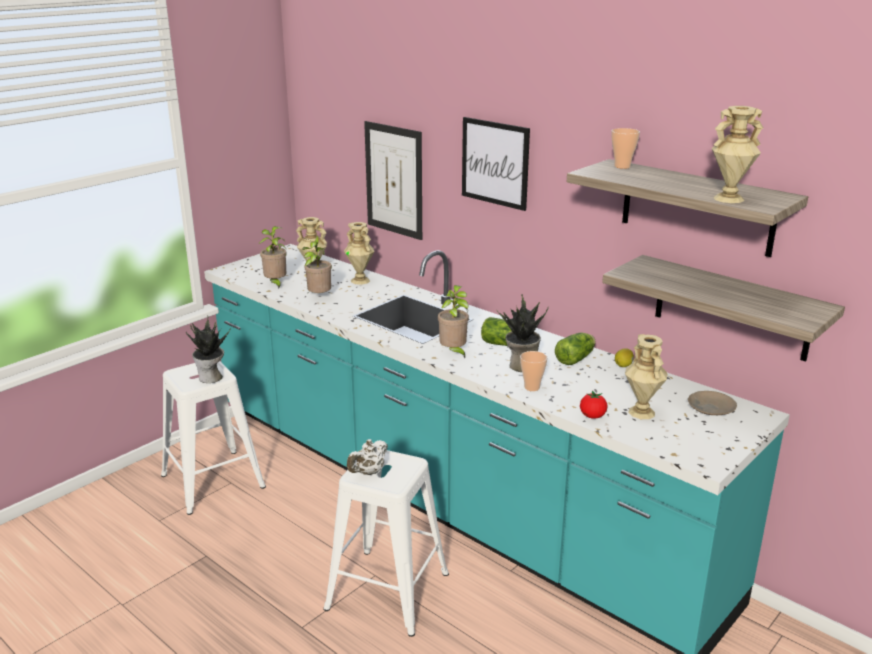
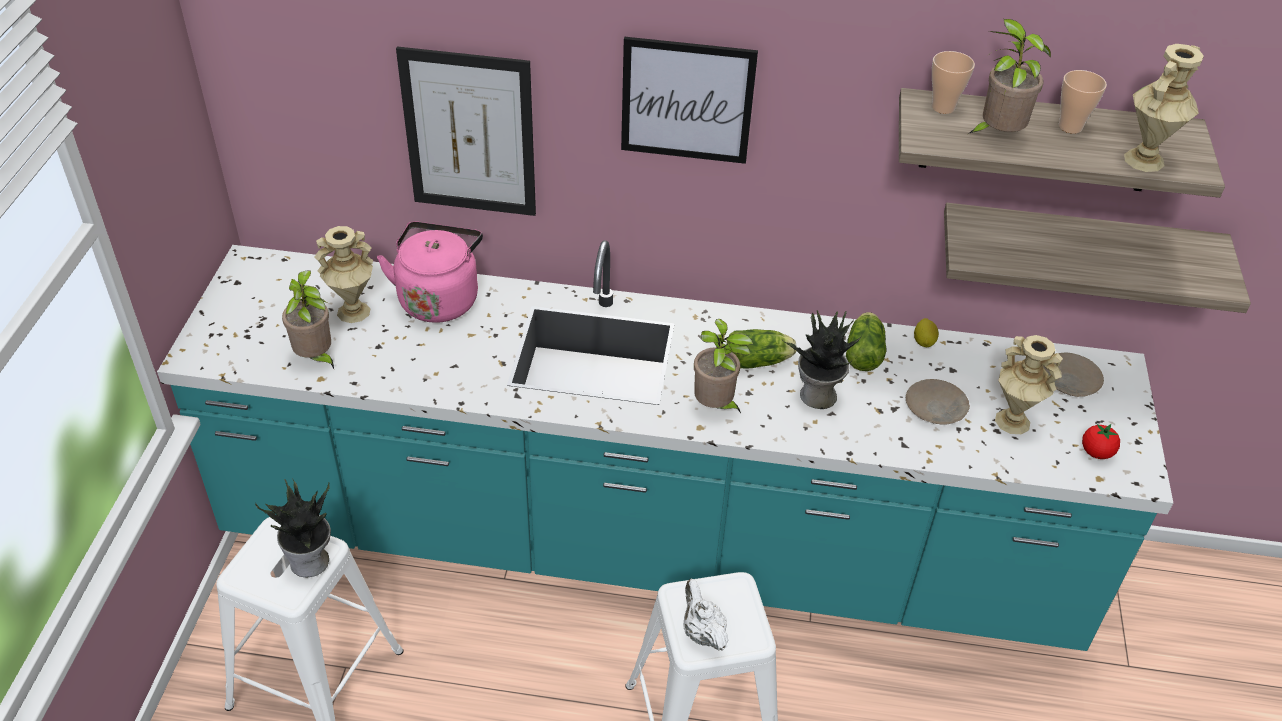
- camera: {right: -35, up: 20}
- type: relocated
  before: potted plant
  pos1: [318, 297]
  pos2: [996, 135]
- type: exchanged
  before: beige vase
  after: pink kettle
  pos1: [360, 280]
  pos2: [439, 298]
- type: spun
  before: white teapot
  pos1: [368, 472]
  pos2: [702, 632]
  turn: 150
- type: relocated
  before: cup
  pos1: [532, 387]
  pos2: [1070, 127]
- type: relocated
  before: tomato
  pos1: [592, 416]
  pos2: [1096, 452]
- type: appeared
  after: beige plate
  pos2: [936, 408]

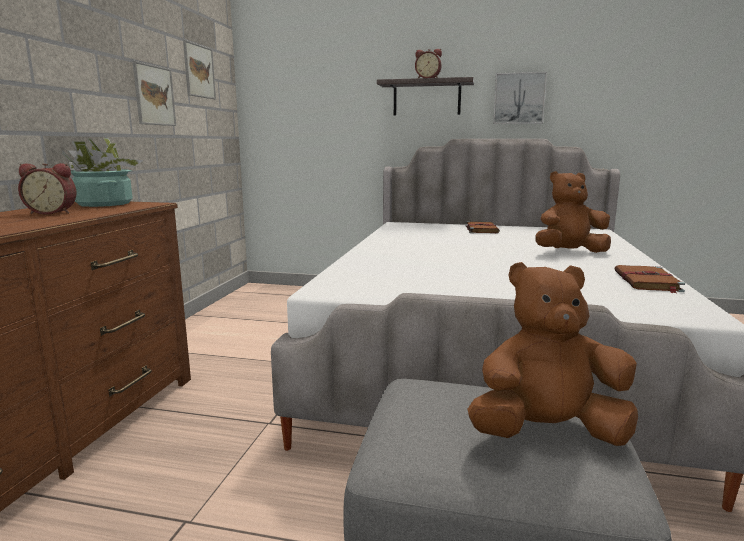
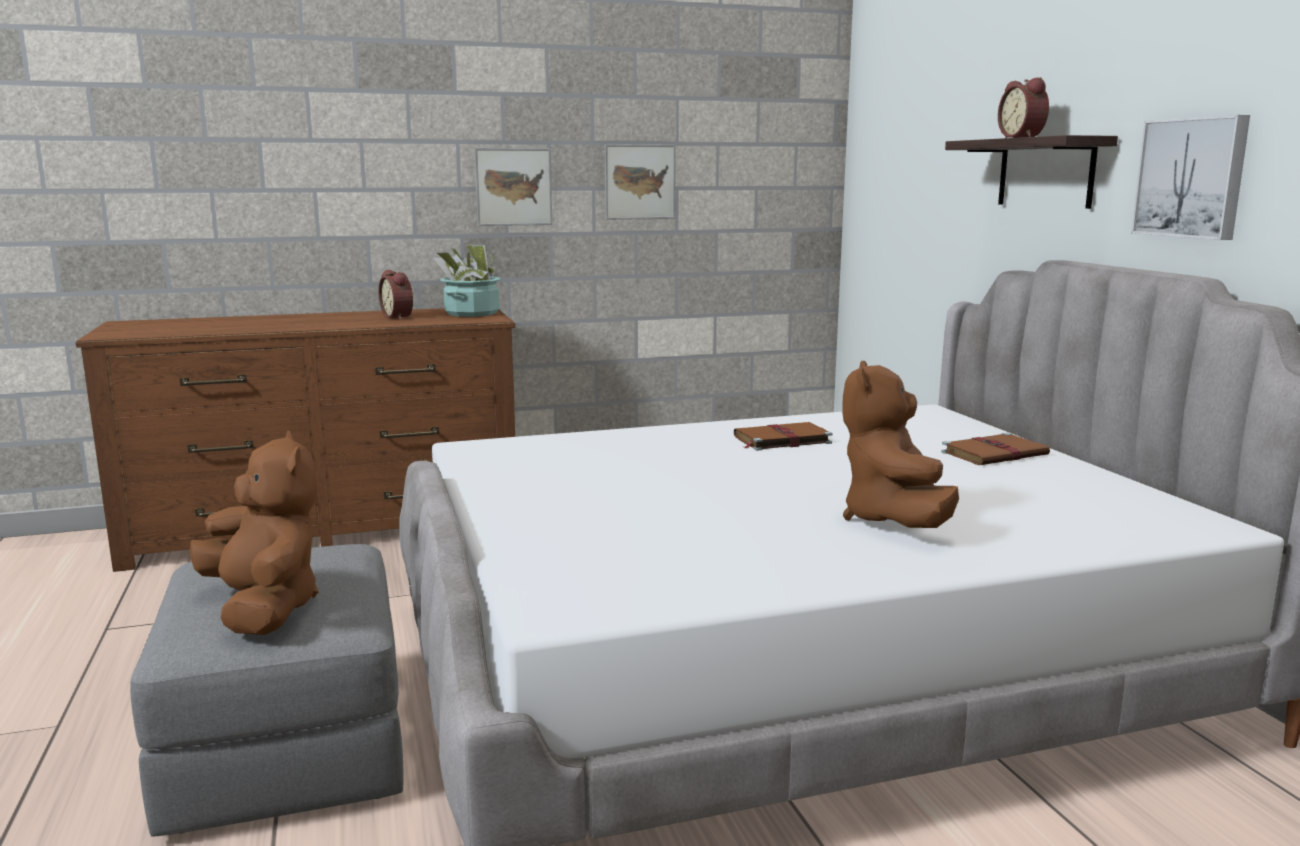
- camera: {right: 60, up: 0}
- type: relocated
  before: picture
  pos1: [199, 71]
  pos2: [513, 187]
- type: spun
  before: brown plush toy
  pos1: [569, 252]
  pos2: [893, 521]
  turn: -135
- type: relocated
  before: brown book
  pos1: [647, 281]
  pos2: [780, 440]

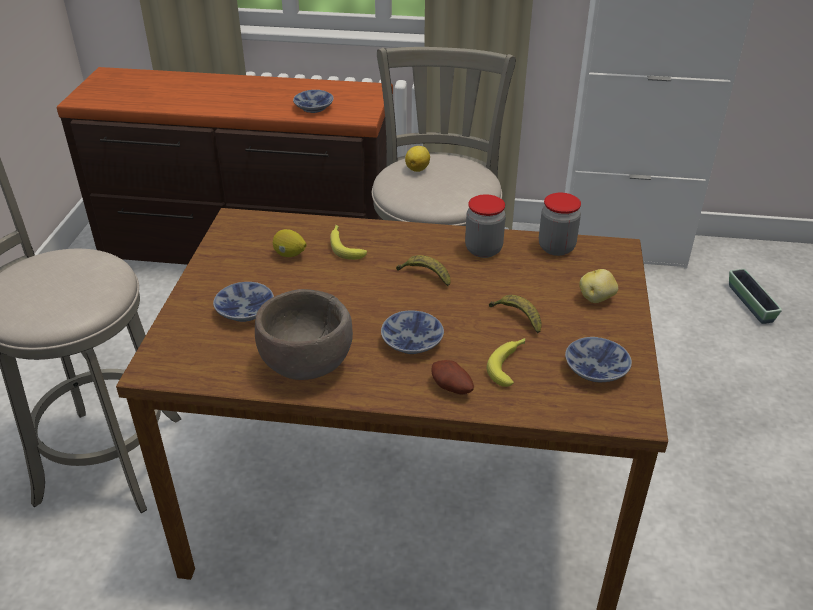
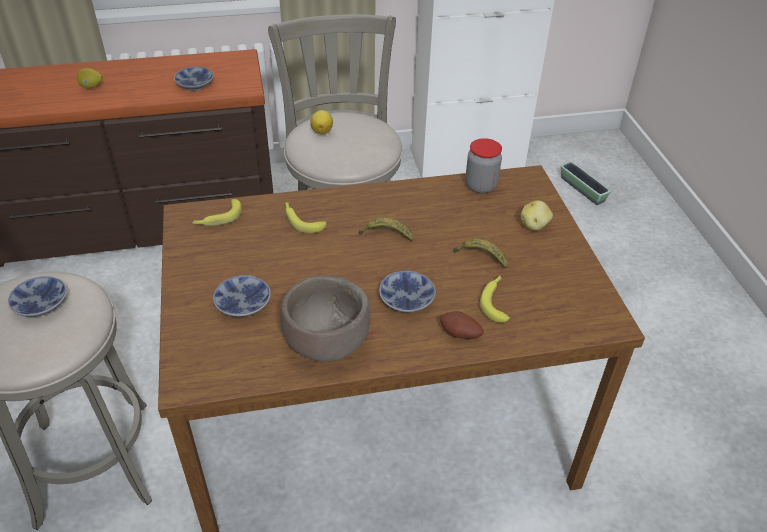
- camera: {right: -20, up: 5}
- type: relocated
  before: lemon
  pos1: [289, 255]
  pos2: [91, 87]
- type: missing
  before: jar
  pos1: [483, 250]
- type: relocated
  before: bowl
  pos1: [598, 371]
  pos2: [43, 305]
- type: appeared
  after: banana
  pos2: [218, 218]

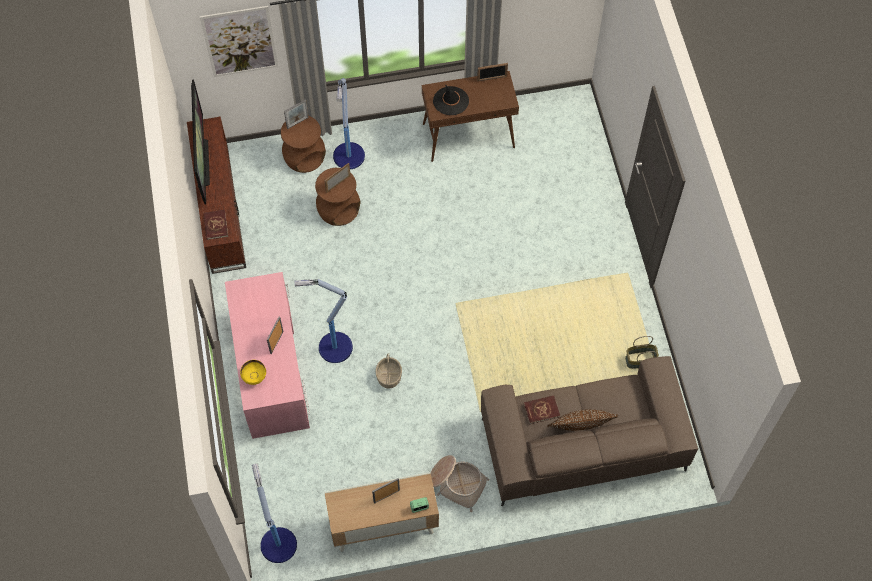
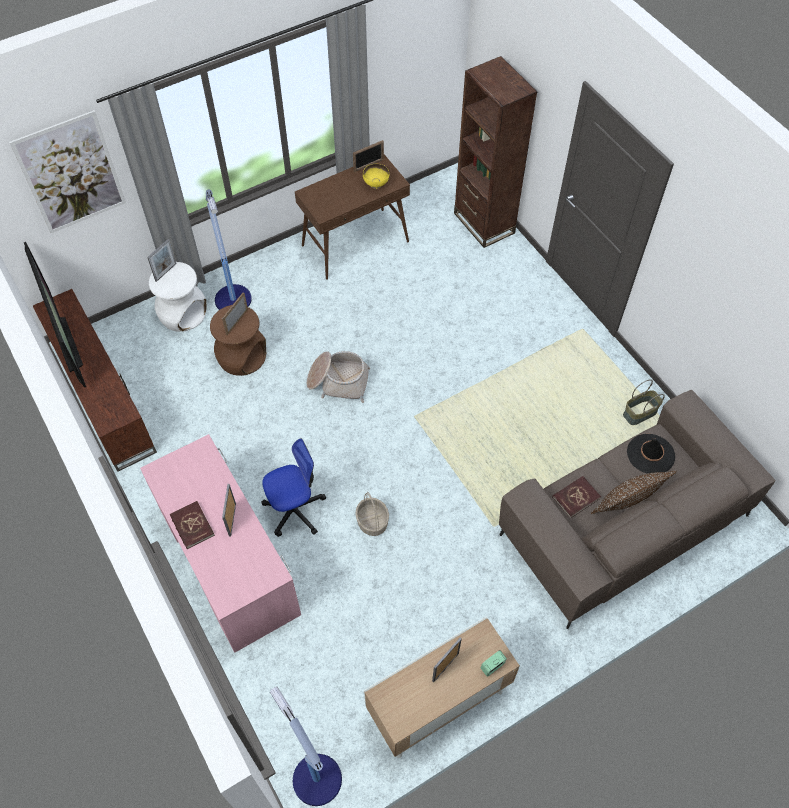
- camera: {right: -20, up: -5}
- type: relocated
  before: red book
  pos1: [215, 225]
  pos2: [192, 526]
- type: relocated
  before: yellow bowl
  pos1: [254, 377]
  pos2: [376, 184]
- type: colour
  before: brown stool
  after: white stool
  pos1: [304, 156]
  pos2: [182, 313]
- type: exchanged
  before: floor lamp
  after: office chair
  pos1: [334, 347]
  pos2: [294, 509]
- type: relocated
  before: basket
  pos1: [456, 483]
  pos2: [338, 381]
- type: relocated
  before: black hat
  pos1: [451, 101]
  pos2: [650, 454]
- type: appeared
  after: brown bookcase
  pos2: [484, 223]

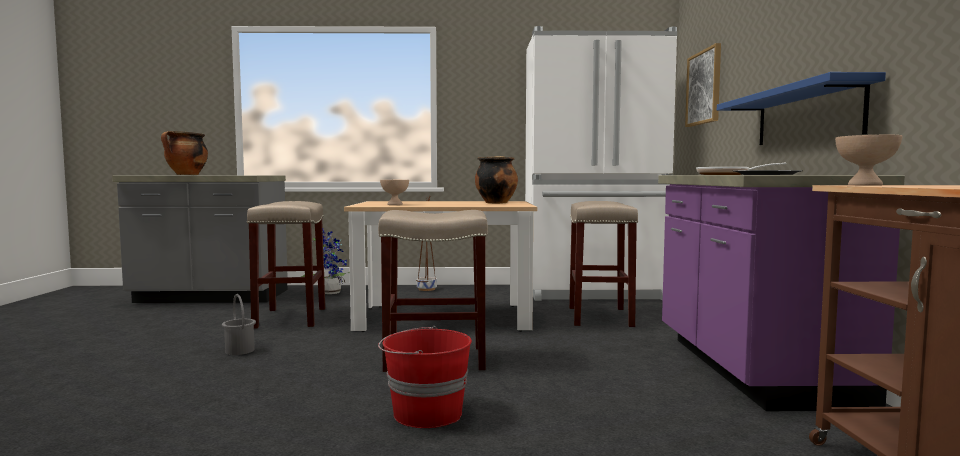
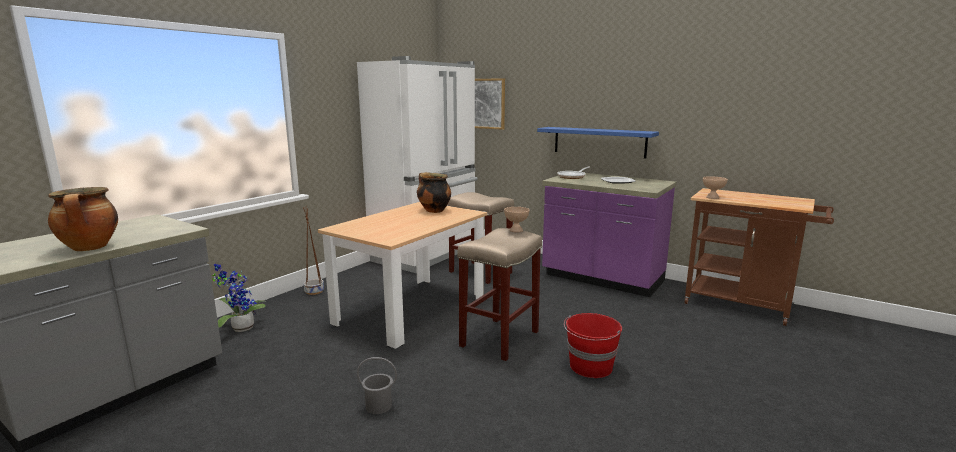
- camera: {right: -55, up: 10}
- type: missing
  before: beige stool
  pos1: [290, 317]
- type: relocated
  before: beige bowl
  pos1: [395, 204]
  pos2: [516, 230]

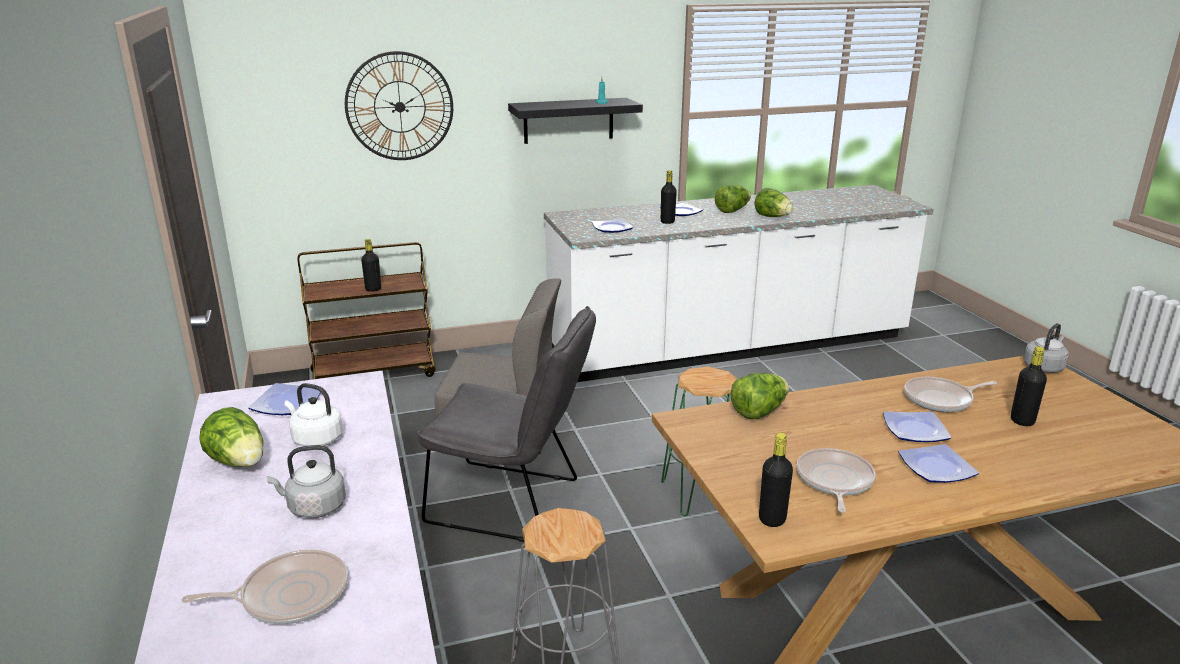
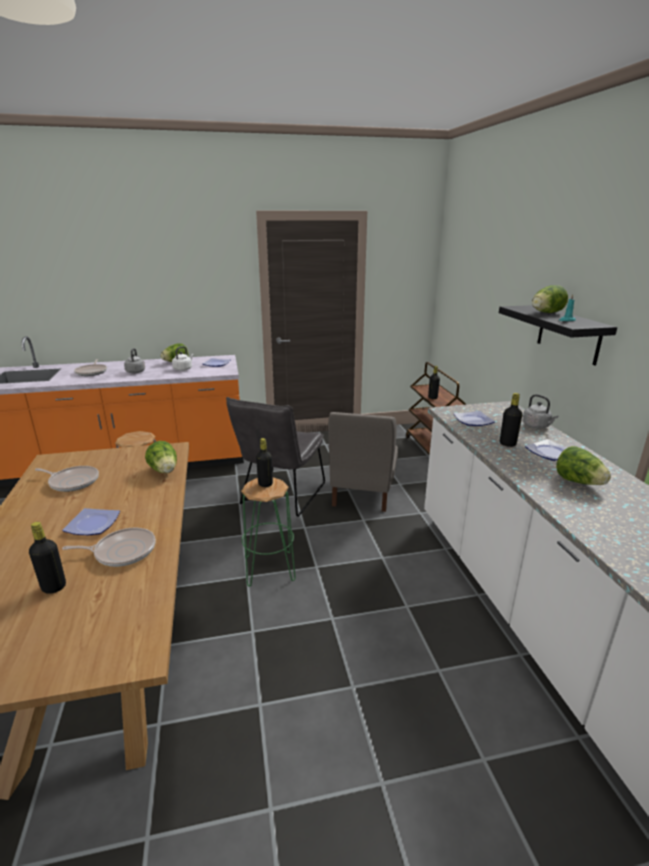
- camera: {right: 95, up: 0}
- type: missing
  before: wall clock
  pos1: [399, 107]
- type: relocated
  before: lettuce
  pos1: [772, 217]
  pos2: [546, 313]
- type: relocated
  before: black bottle
  pos1: [772, 519]
  pos2: [265, 484]
- type: missing
  before: plate
  pos1: [934, 467]
- type: spun
  before: frying pan
  pos1: [941, 399]
  pos2: [122, 551]
  turn: 90
- type: relocated
  before: grey kettle
  pos1: [1044, 367]
  pos2: [537, 426]

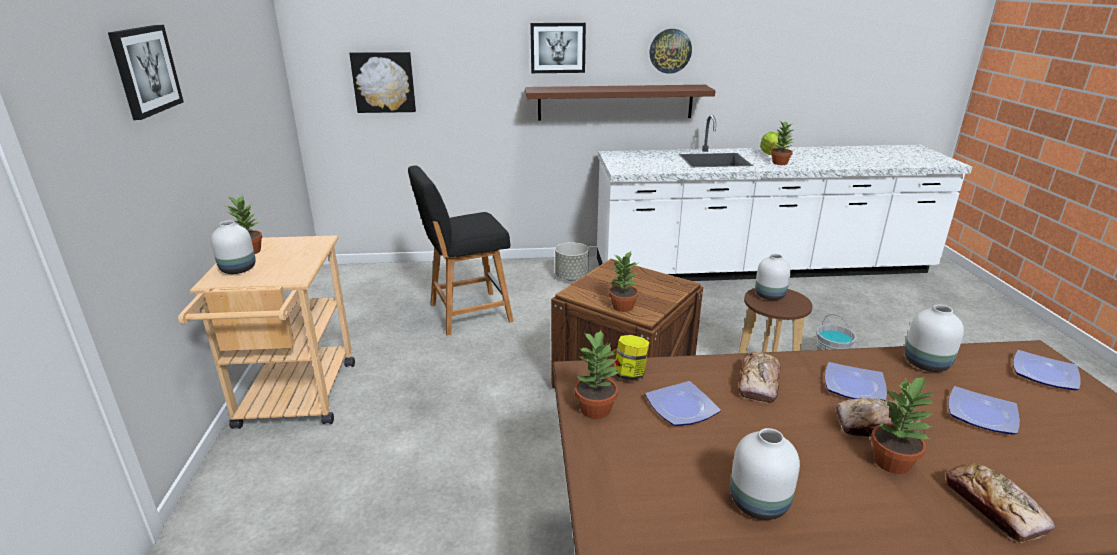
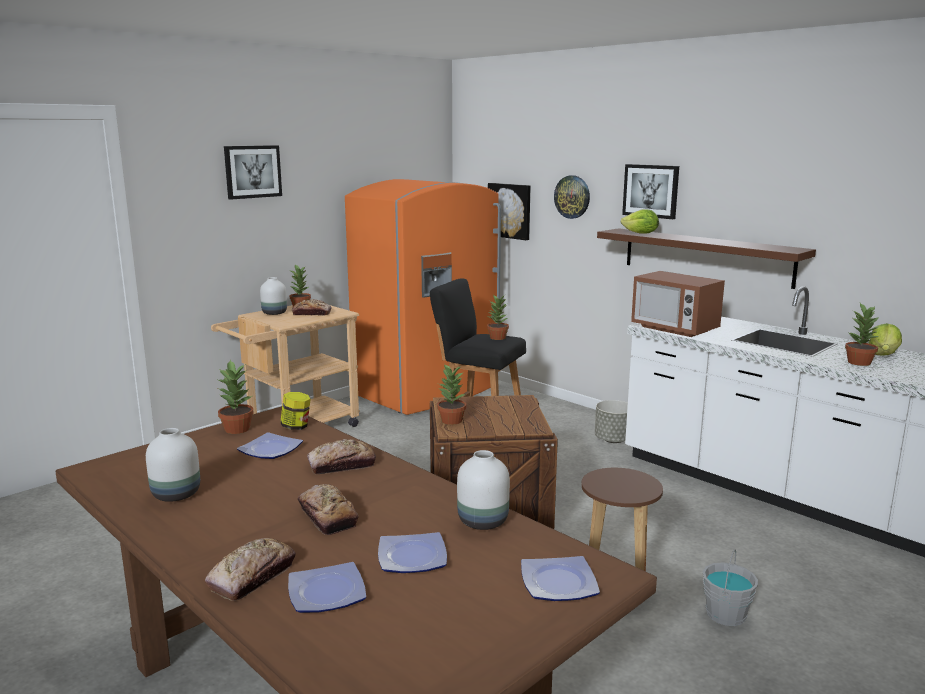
- camera: {right: 50, up: -10}
- type: relocated
  before: wall clock
  pos1: [670, 51]
  pos2: [572, 197]
- type: missing
  before: white vase
  pos1: [770, 295]
- type: relocated
  before: plate
  pos1: [853, 385]
  pos2: [328, 592]
- type: relocated
  before: potted plant
  pos1: [893, 462]
  pos2: [498, 338]
- type: appeared
  after: bread
  pos2: [312, 313]
- type: appeared
  after: orange fridge
  pos2: [427, 392]
- type: appeared
  after: lettuce
  pos2: [640, 233]
- type: appeared
  after: microwave
  pos2: [674, 329]

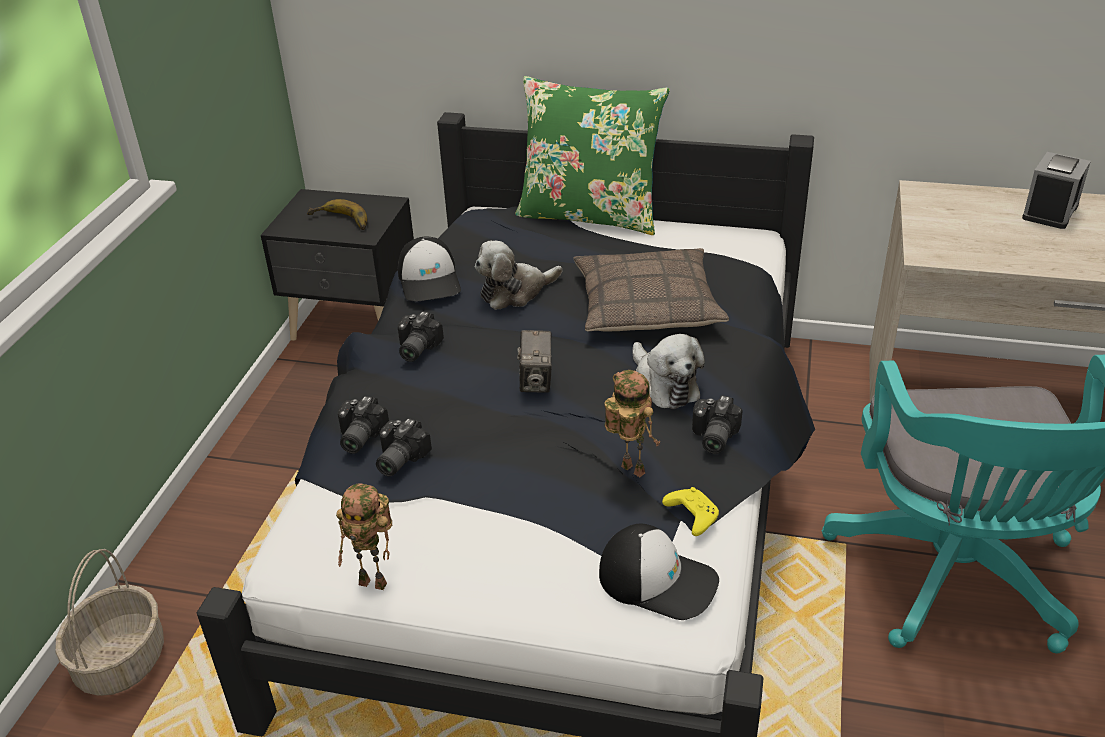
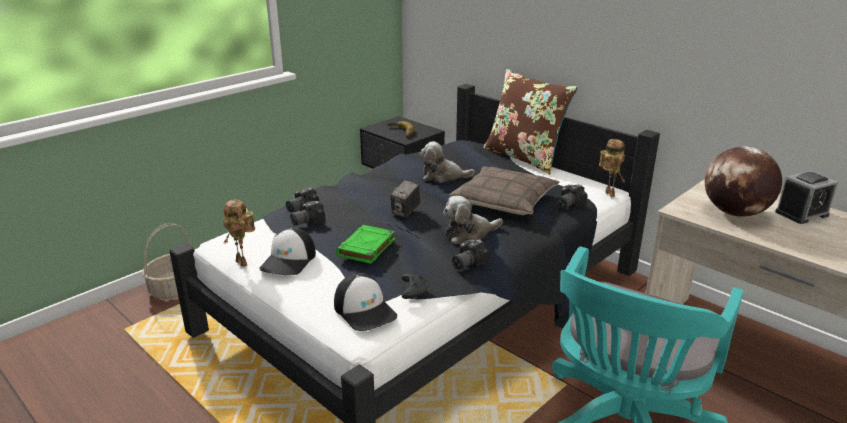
- camera: {right: 30, up: -10}
- type: relocated
  before: cap
  pos1: [430, 281]
  pos2: [289, 260]
- type: relocated
  before: photo camera
  pos1: [415, 349]
  pos2: [567, 204]
- type: colour
  before: green pillow
  after: brown pillow
  pos1: [589, 215]
  pos2: [524, 158]
- type: relocated
  before: toy robot
  pos1: [629, 470]
  pos2: [608, 194]
- type: spun
  before: plush toy
  pos1: [663, 385]
  pos2: [469, 234]
  turn: 60
- type: colour
  before: yellow game controller
  after: black game controller
  pos1: [691, 516]
  pos2: [413, 291]
- type: appeared
  after: green book
  pos2: [366, 248]
- type: appeared
  after: globe
  pos2: [735, 213]

